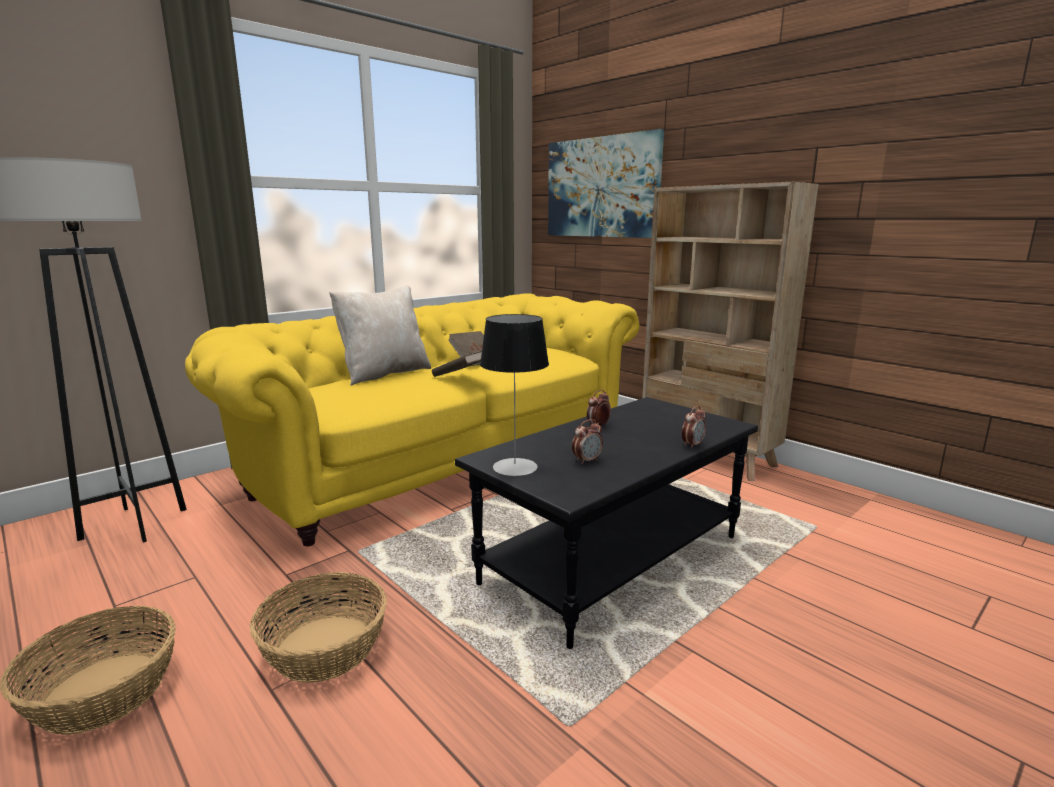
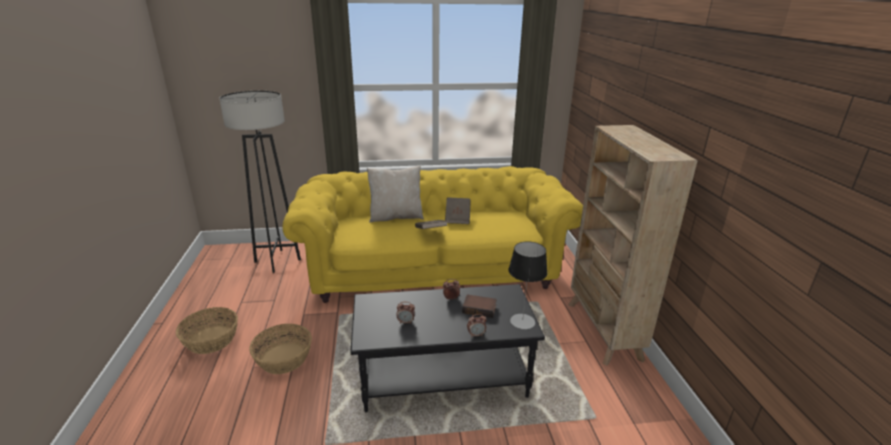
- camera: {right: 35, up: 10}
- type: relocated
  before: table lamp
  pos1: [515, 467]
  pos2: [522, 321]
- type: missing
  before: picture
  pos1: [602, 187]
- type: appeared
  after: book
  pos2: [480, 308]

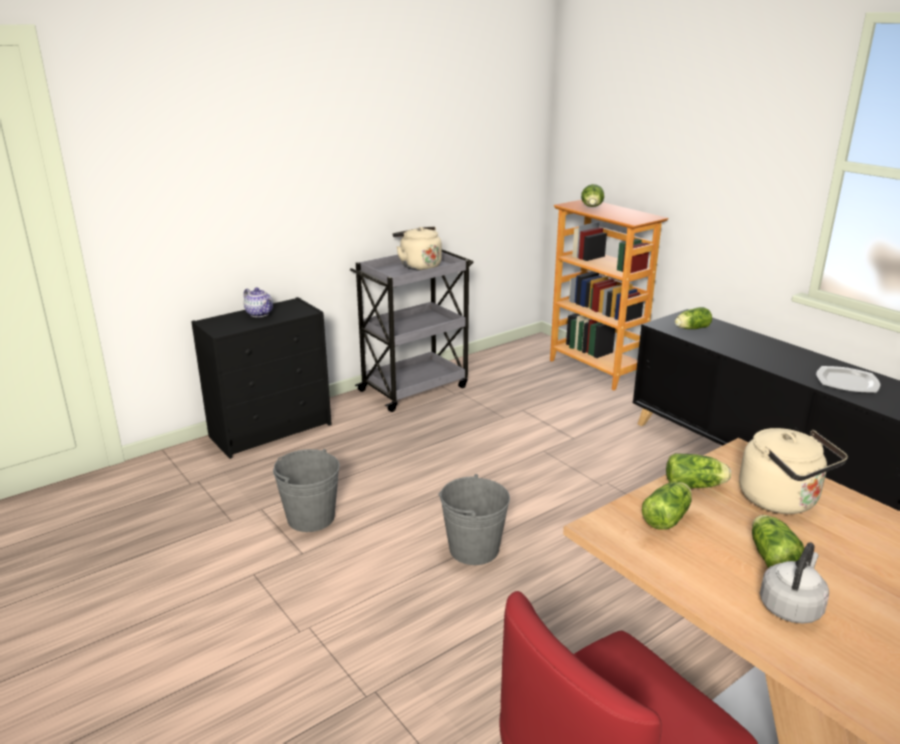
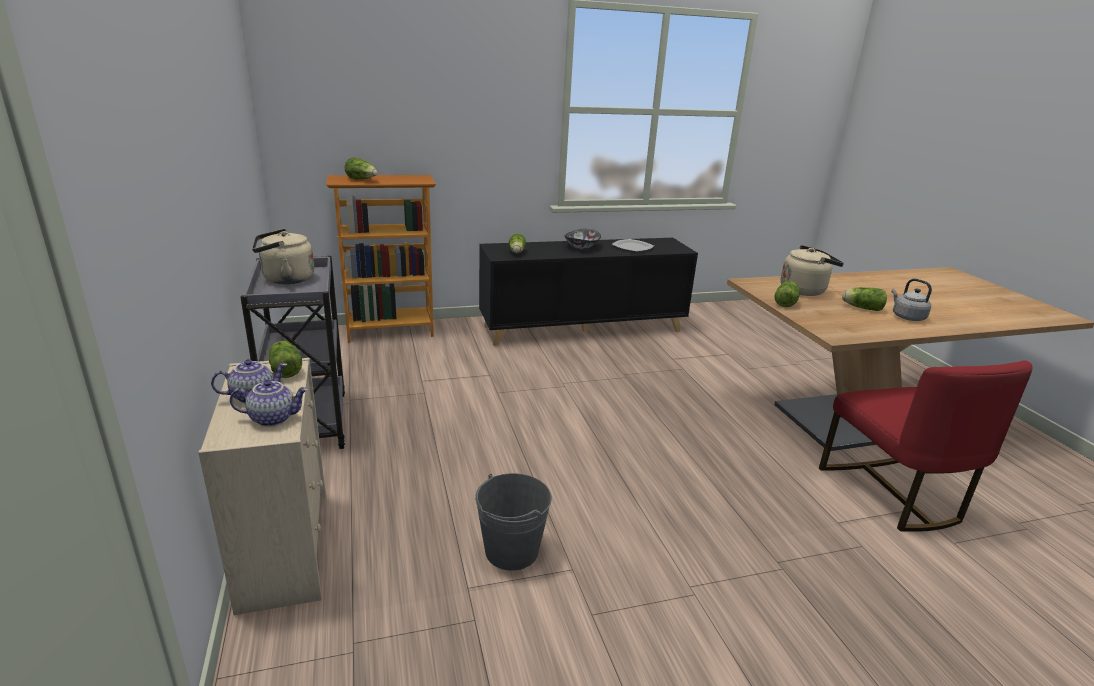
- camera: {right: -70, up: 0}
- type: colour
  before: black dresser
  after: beige dresser
  pos1: [272, 430]
  pos2: [285, 547]
- type: missing
  before: grey bucket
  pos1: [474, 549]
- type: relocated
  before: lettuce
  pos1: [668, 517]
  pos2: [285, 369]
- type: appeared
  after: teapot
  pos2: [273, 418]
- type: appeared
  after: bowl
  pos2: [582, 247]

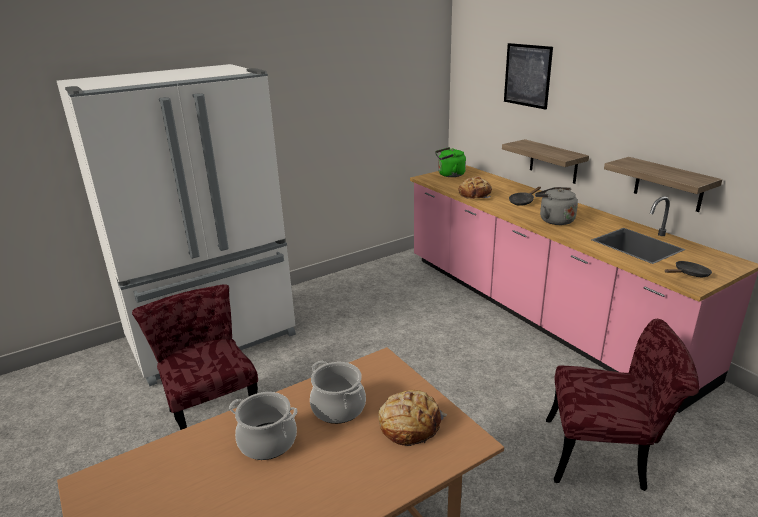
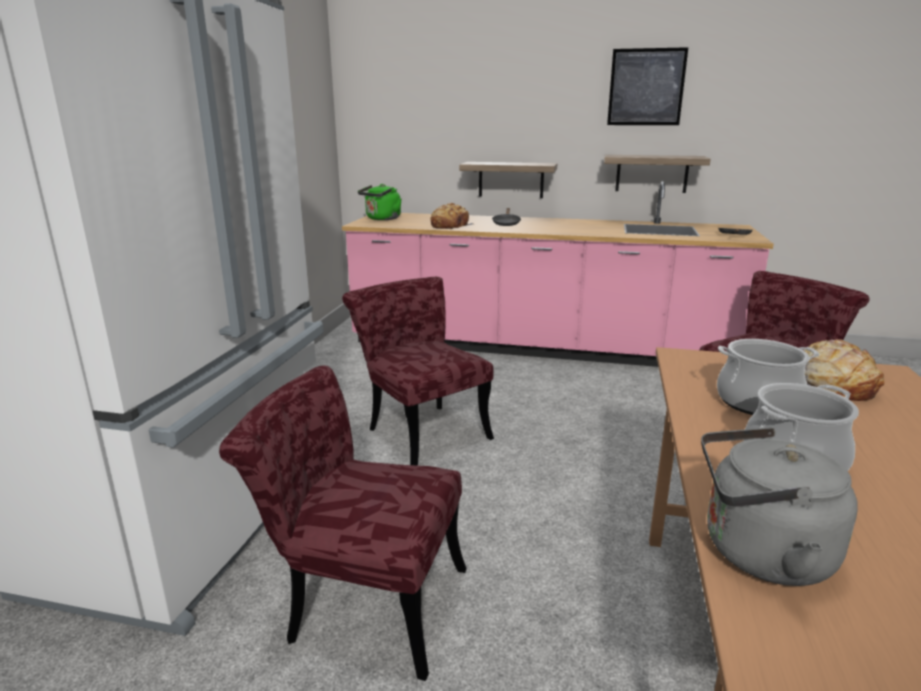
- camera: {right: -45, up: -5}
- type: relocated
  before: picture
  pos1: [527, 75]
  pos2: [646, 87]
- type: relocated
  before: grey kettle
  pos1: [554, 220]
  pos2: [758, 553]
- type: appeared
  after: red chair
  pos2: [421, 429]

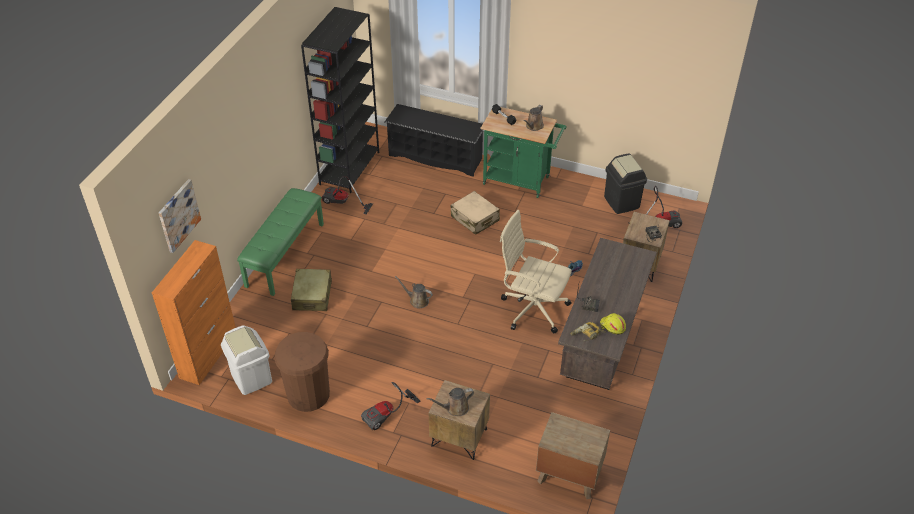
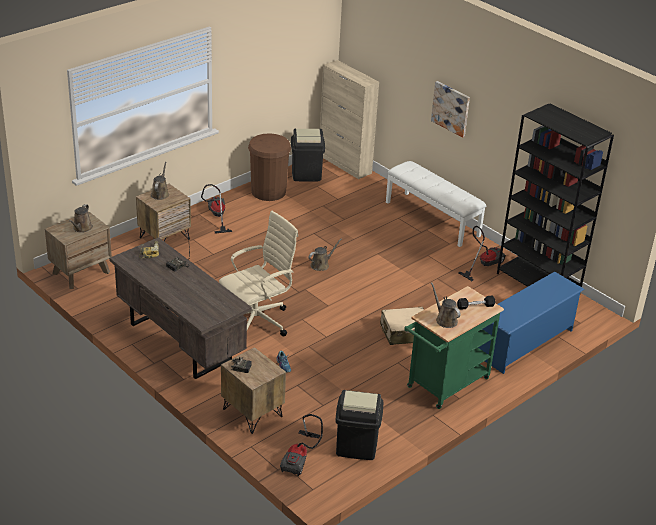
- camera: {right: 115, up: -10}
- type: colour
  before: orange cabinet
  after: beige cabinet
  pos1: [209, 354]
  pos2: [345, 164]
- type: relocated
  before: picture
  pos1: [178, 215]
  pos2: [451, 108]
- type: colour
  before: white trash can
  after: black trash can
  pos1: [251, 378]
  pos2: [306, 174]
- type: colour
  before: green bench
  after: white bench
  pos1: [284, 254]
  pos2: [433, 219]
- type: missing
  before: beige suitcase
  pos1: [312, 295]
- type: colour
  before: black shoe rack
  after: blue shoe rack
  pos1: [436, 157]
  pos2: [524, 343]
- type: missing
  before: yellow hard hat
  pos1: [612, 326]
- type: appeared
  after: brown watering can
  pos2: [81, 228]

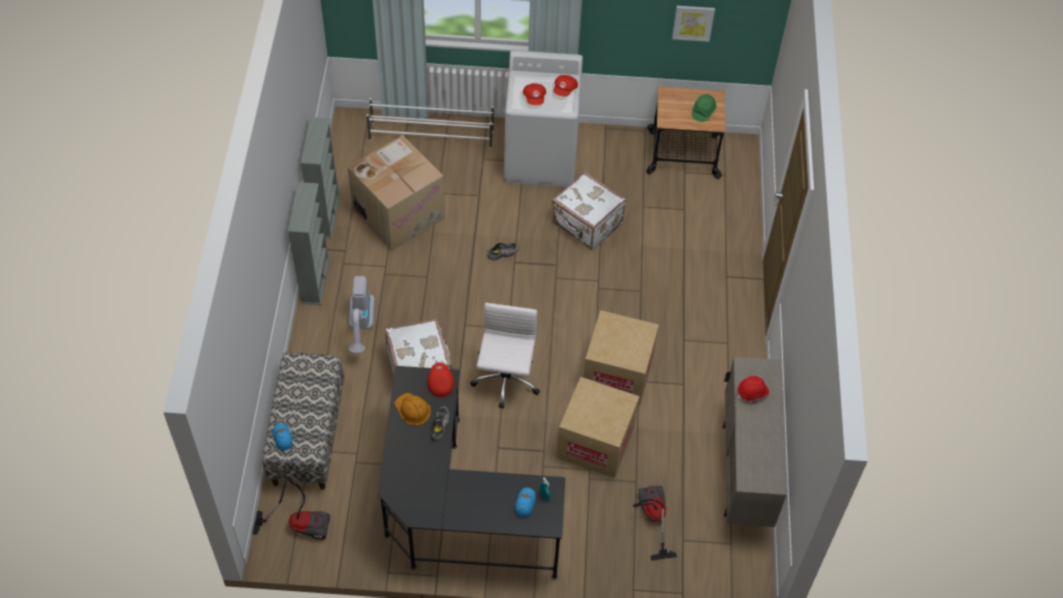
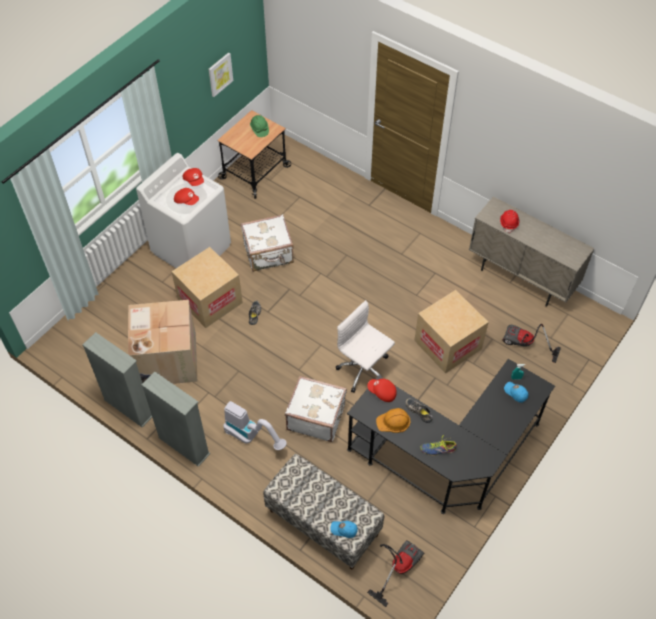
- camera: {right: -55, up: 0}
- type: missing
  before: white shoe rack
  pos1: [432, 136]
- type: relocated
  before: cardboard box
  pos1: [617, 374]
  pos2: [210, 301]
- type: appeared
  after: shoe
  pos2: [438, 449]

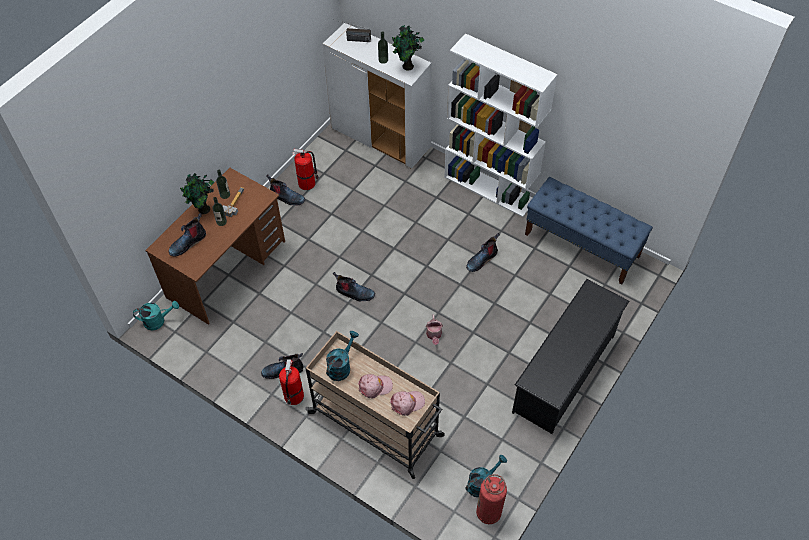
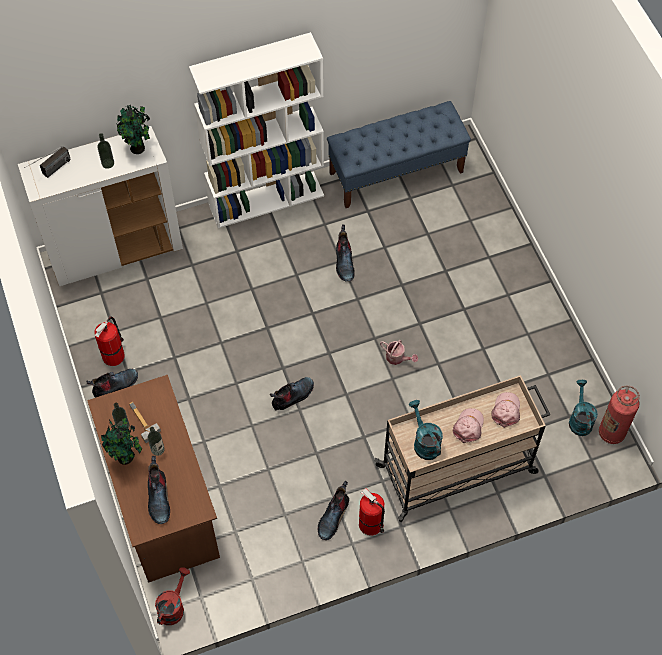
- camera: {right: -55, up: 5}
- type: colour
  before: turquoise watering can
  after: red watering can
  pos1: [158, 321]
  pos2: [173, 606]
- type: missing
  before: black shoe rack
  pos1: [564, 373]

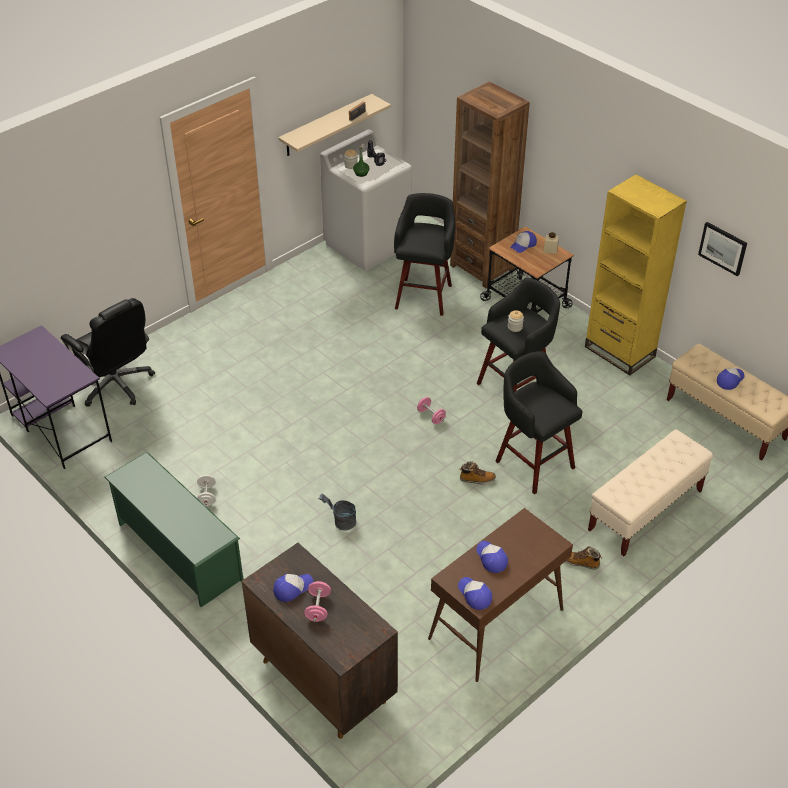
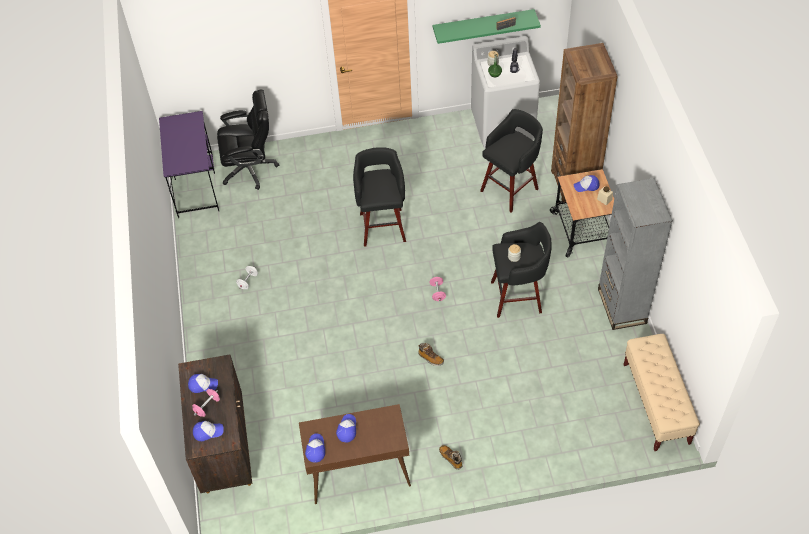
- camera: {right: 35, up: 10}
- type: spun
  before: black office chair
  pos1: [116, 385]
  pos2: [250, 168]
  turn: -90
- type: missing
  before: green shoe rack
  pos1: [179, 551]
- type: colour
  before: beige shelf
  after: green shelf
  pos1: [326, 125]
  pos2: [483, 25]
- type: missing
  before: grey bucket
  pos1: [341, 522]
- type: relocated
  before: black stool
  pos1: [533, 463]
  pos2: [382, 225]
- type: colour
  before: yellow bookcase
  after: grey bookcase
  pos1: [619, 352]
  pos2: [621, 306]
- type: missing
  before: beige bench
  pos1: [645, 511]
- type: missing
  before: picture
  pos1: [723, 248]
- type: relocated
  before: cap
  pos1: [730, 380]
  pos2: [208, 431]

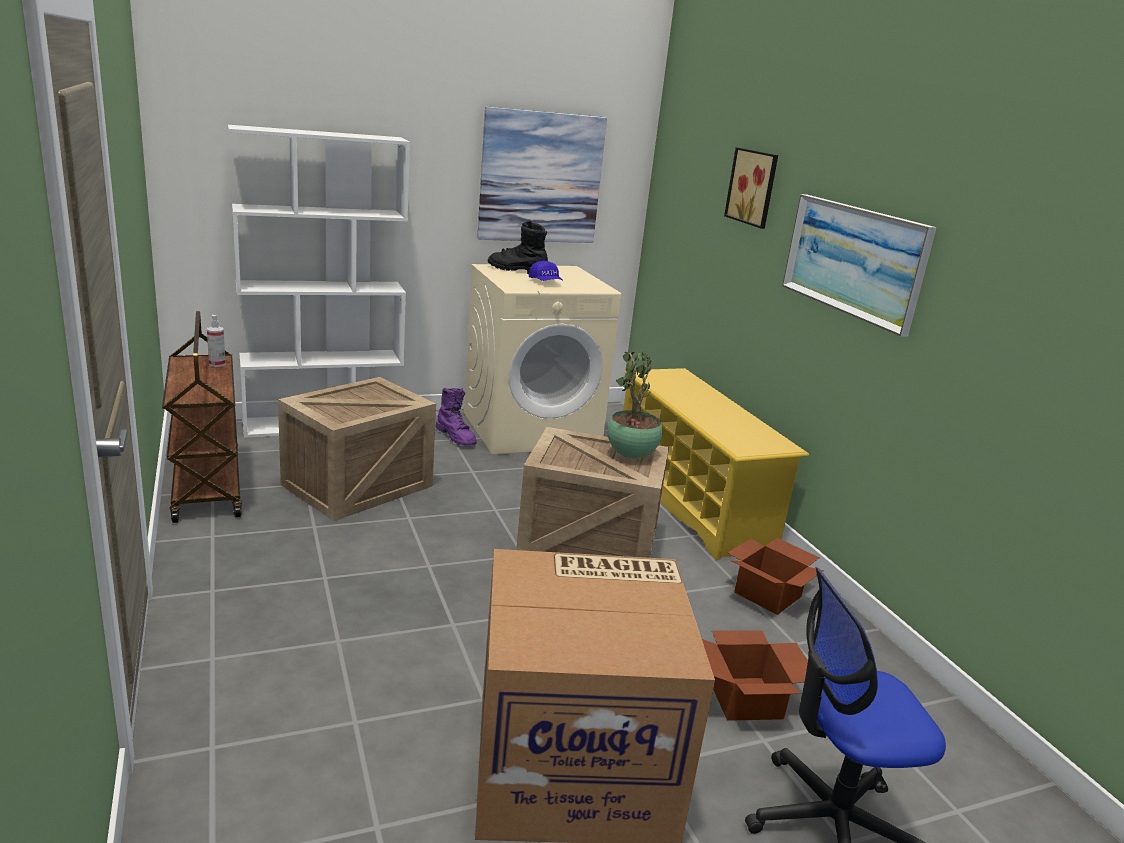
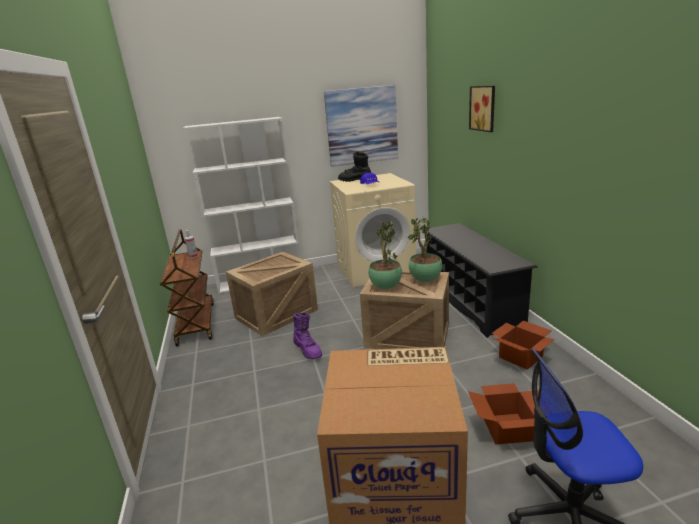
- camera: {right: 10, up: 0}
- type: relocated
  before: purple boot
  pos1: [456, 437]
  pos2: [308, 350]
- type: colour
  before: yellow shoe rack
  after: black shoe rack
  pos1: [691, 501]
  pos2: [471, 301]
- type: missing
  before: picture
  pos1: [853, 260]
- type: appeared
  after: potted plant
  pos2: [385, 286]

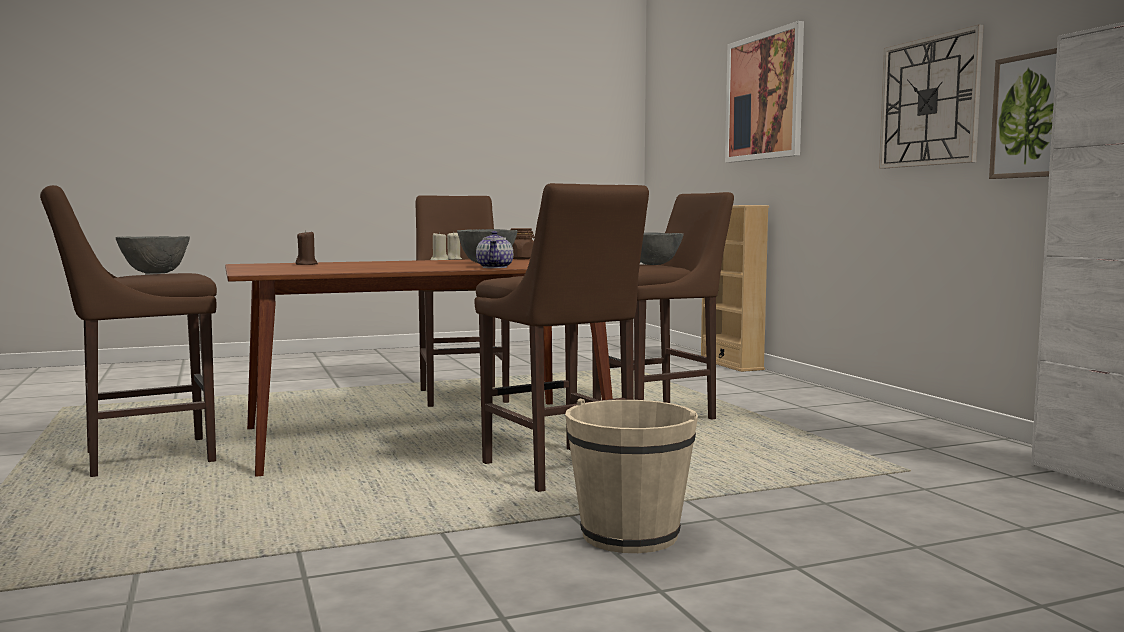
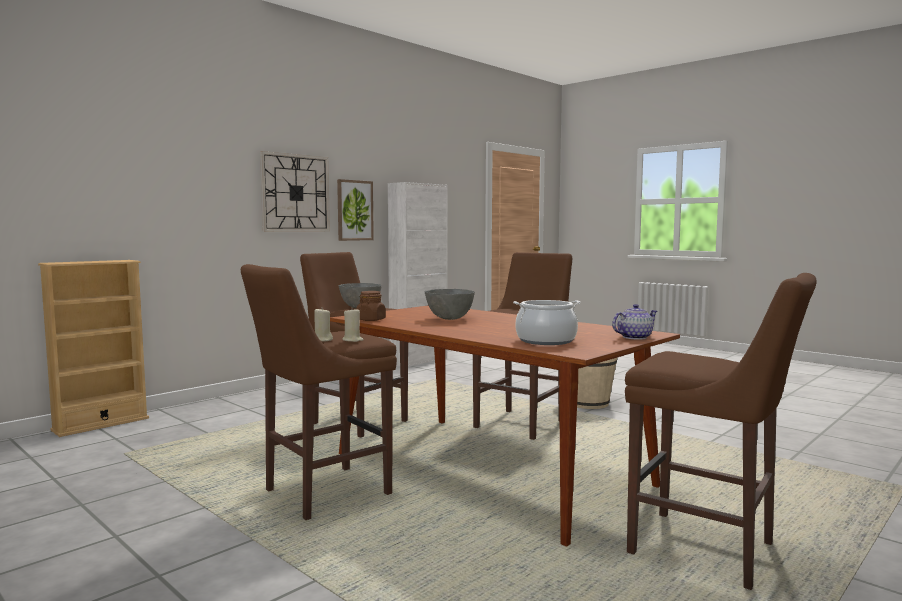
- camera: {right: -115, up: 0}
- type: missing
  before: grey bowl
  pos1: [155, 273]
- type: exchanged
  before: brown candle
  after: cooking pot
  pos1: [307, 264]
  pos2: [546, 341]
- type: relocated
  before: teapot
  pos1: [495, 267]
  pos2: [634, 337]
- type: missing
  before: picture
  pos1: [764, 97]

